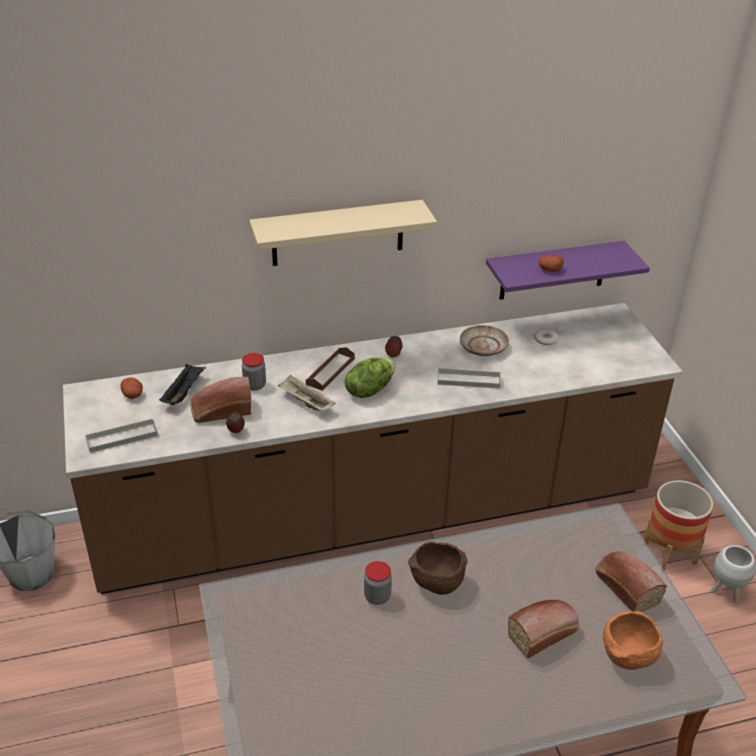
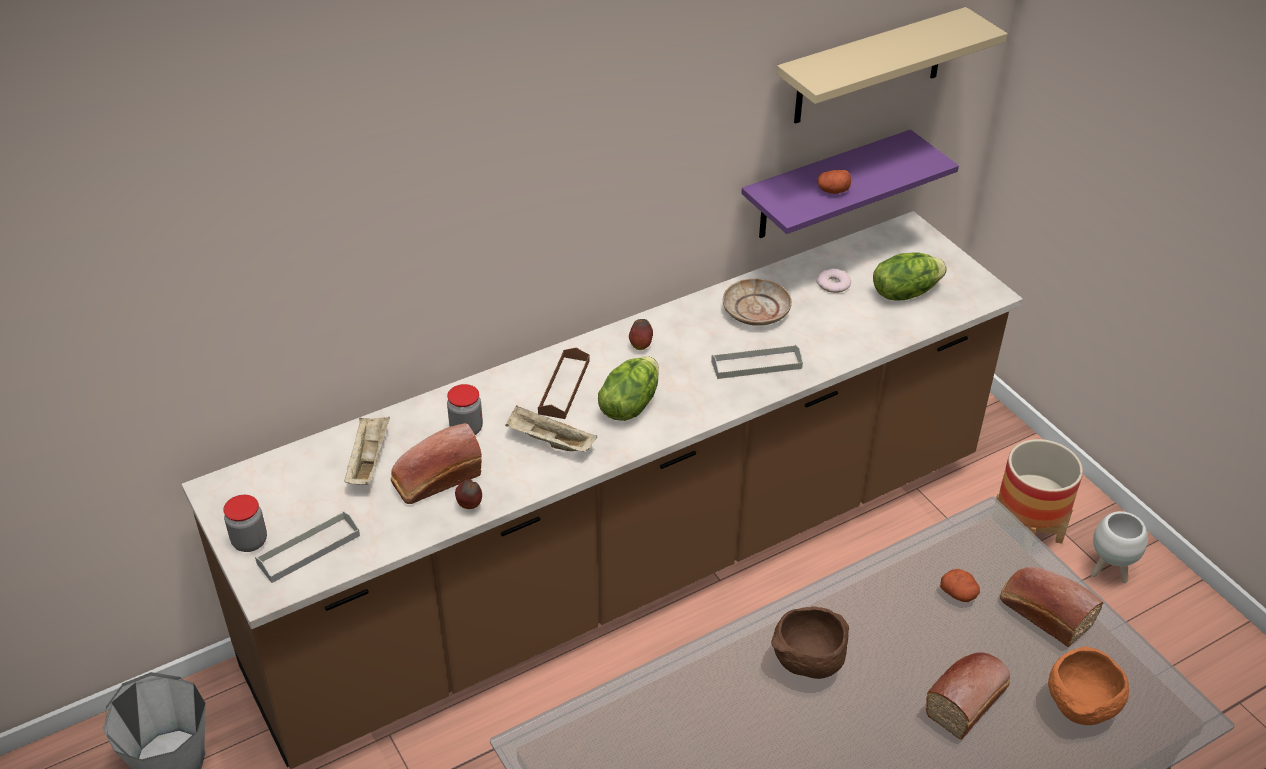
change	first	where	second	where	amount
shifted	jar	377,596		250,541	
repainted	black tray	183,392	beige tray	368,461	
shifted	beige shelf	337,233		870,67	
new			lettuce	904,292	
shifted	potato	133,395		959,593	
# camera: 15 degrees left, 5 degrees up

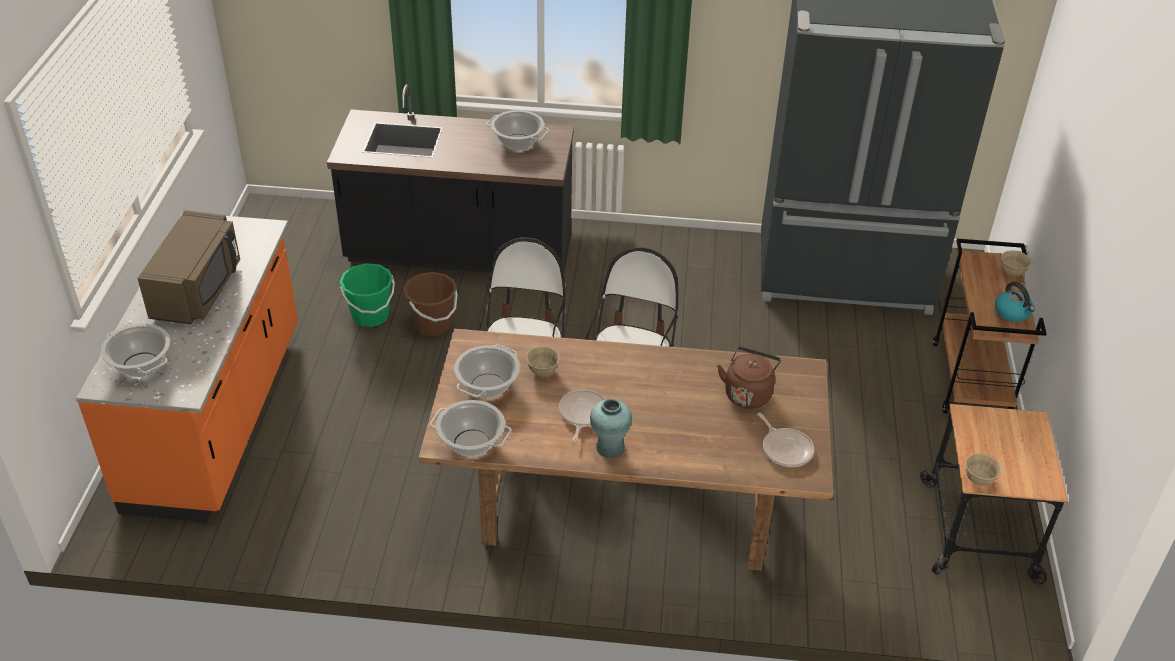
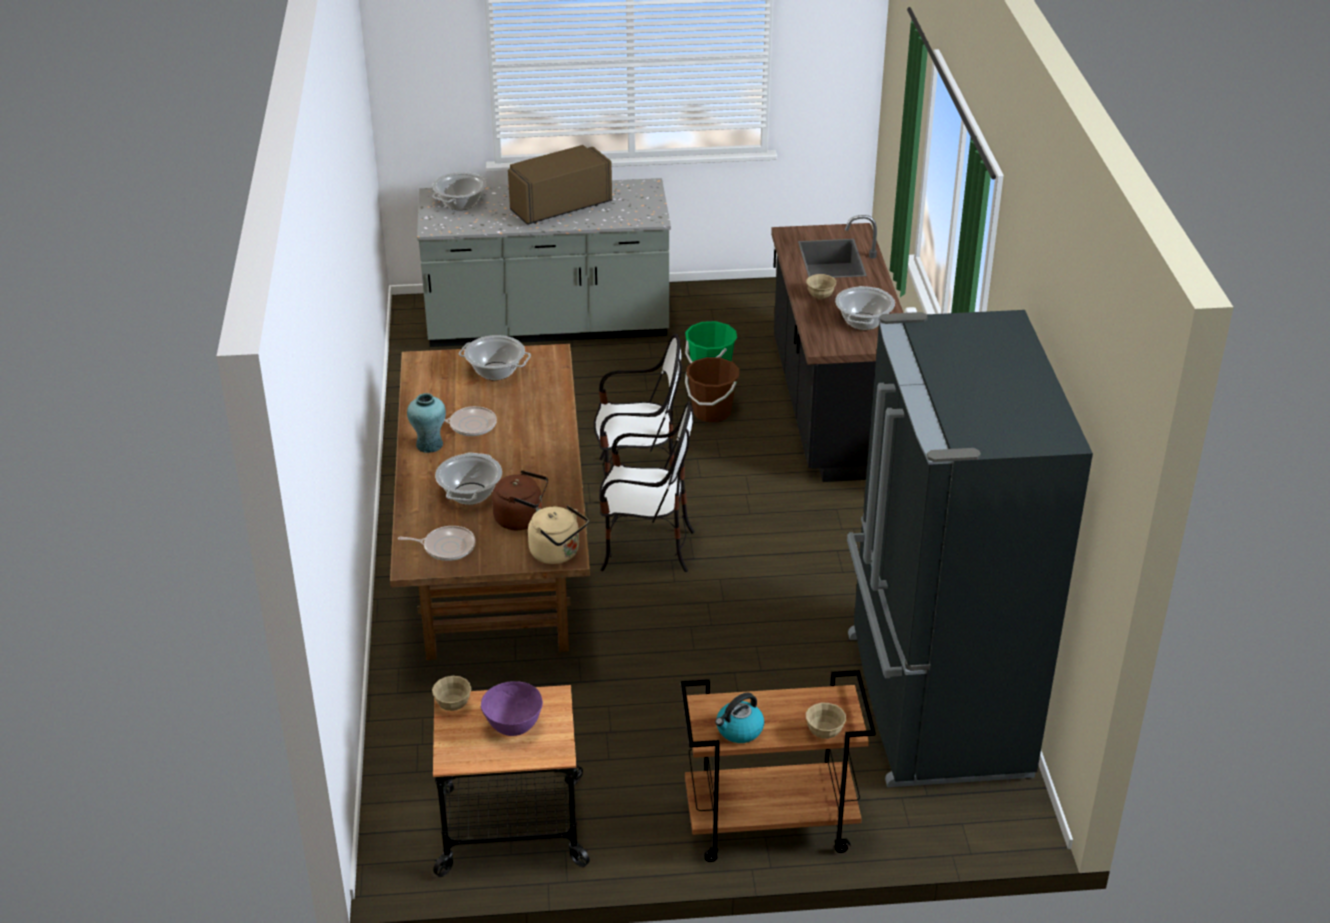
change	first	where	second	where	amount
rotated	frying pan	785,449		446,547	135 degrees counterclockwise
repainted	orange counter	218,417	grey counter	548,326	
shifted	cooking pot	471,443		470,494	
new			purple bowl	513,726	
rotated	brown microwave	198,289		558,206	150 degrees clockwise
new			beige kettle	558,553	
shifted	beige bowl	542,371		820,296	
# camera: 80 degrees right, 5 degrees down

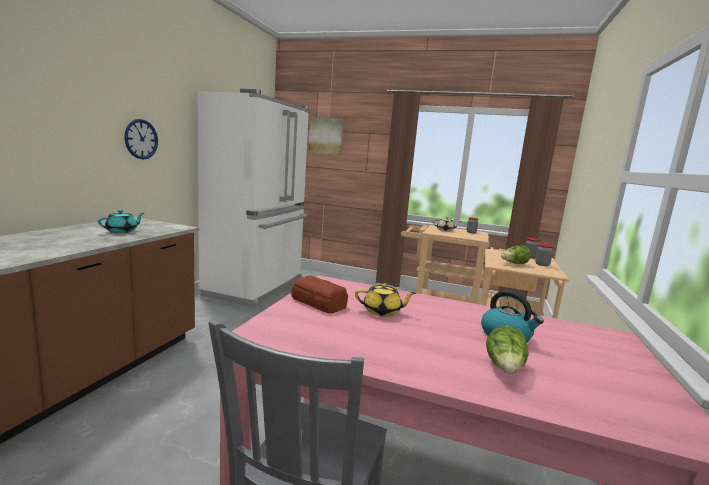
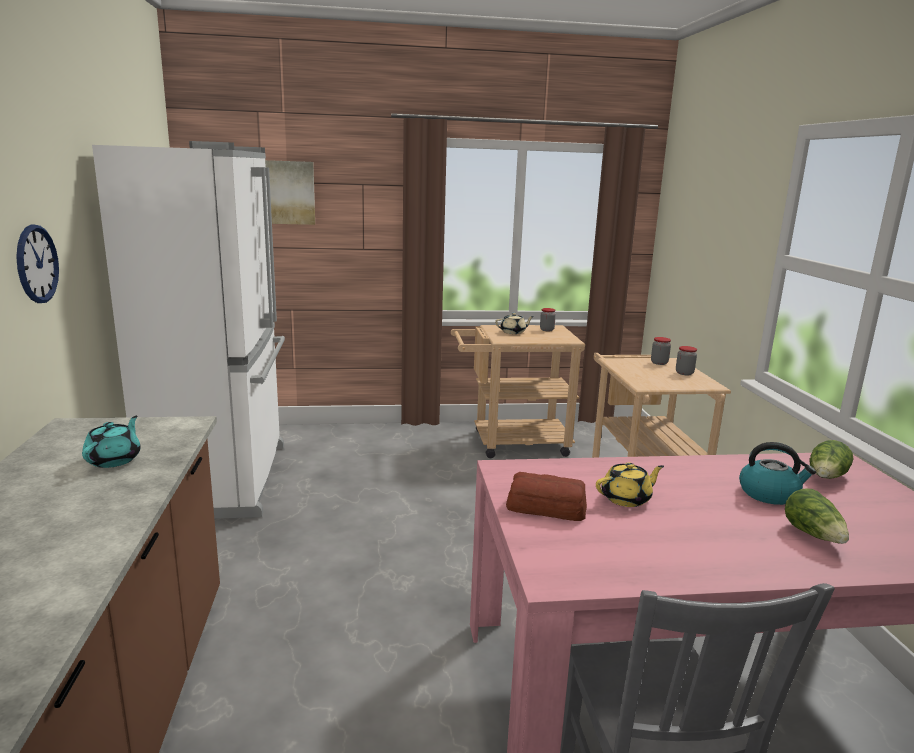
change	first	where	second	where	amount
shifted	lettuce	514,264		826,477	
# camera: 25 degrees left, 5 degrees up

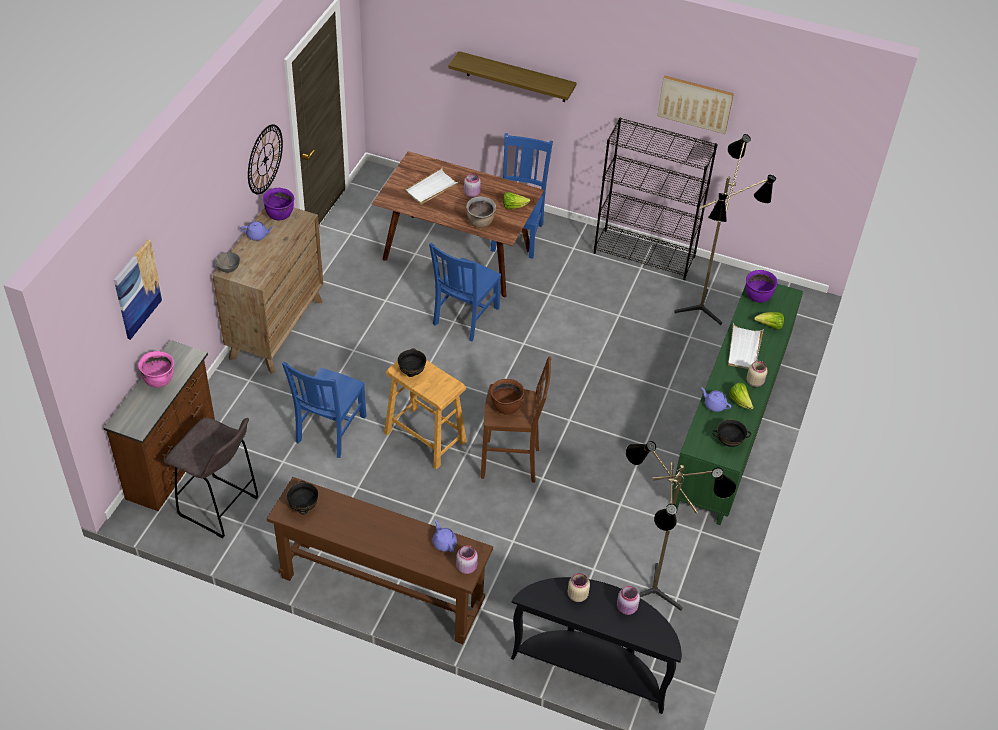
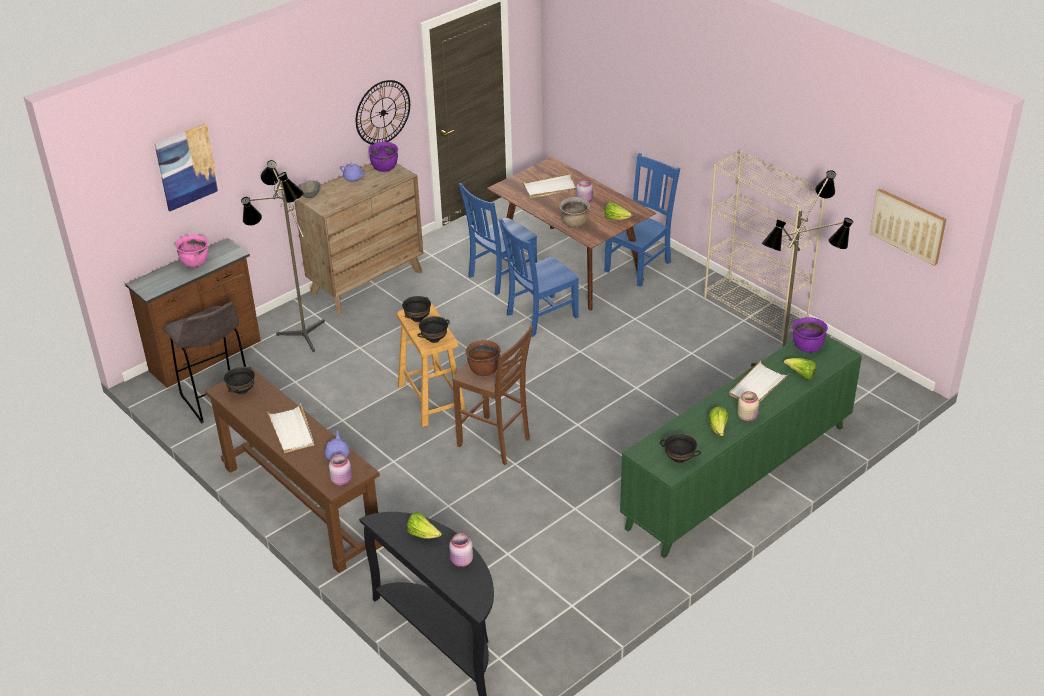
change	first	where	second	where	amount
shifted	floor lamp	651,597		299,338	
new			white tray	292,431	
swapped	beige jar	577,595	lettuce	423,534	
new			black bowl	434,339	
shifted	blue chair	329,431		500,276	
repainted	black bookcase	645,255	beige bookcase	756,310	
shifted	picture	695,103		908,225	
gone	shelf	516,77			
gone	purple teapot	714,405			
# camera: 30 degrees right, 10 degrees down

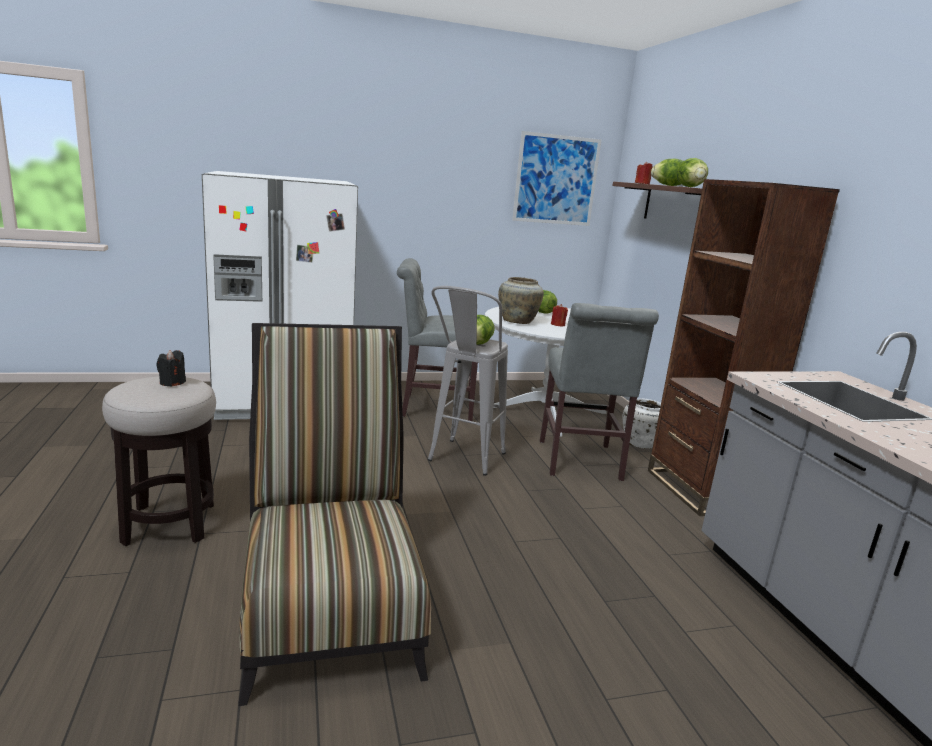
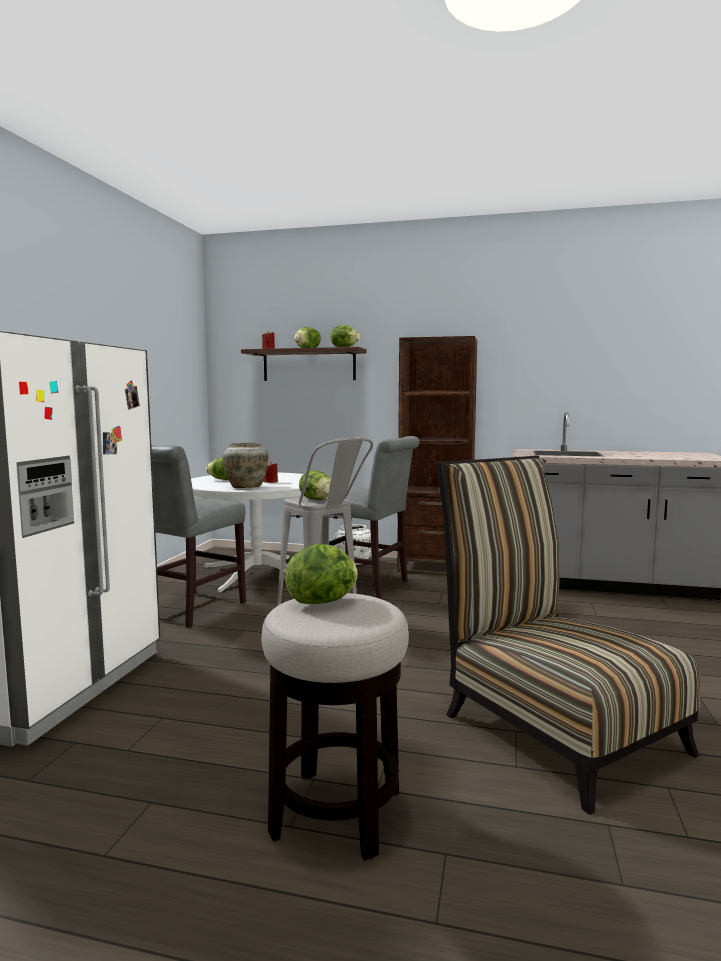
change	first	where	second	where	amount
swapped	black candle	172,382	lettuce	323,601	
rotated	chair	330,608		552,726	45 degrees clockwise
gone	picture	556,180			
# camera: 60 degrees left, 10 degrees down

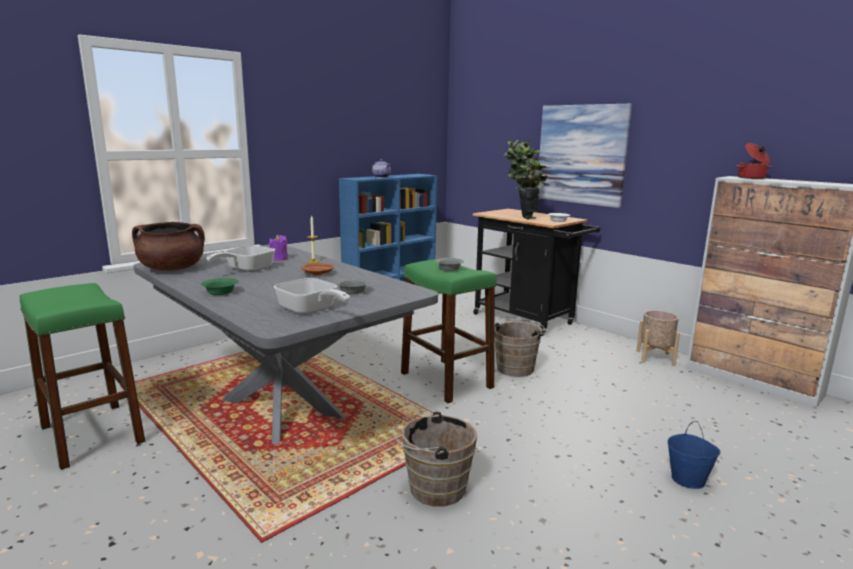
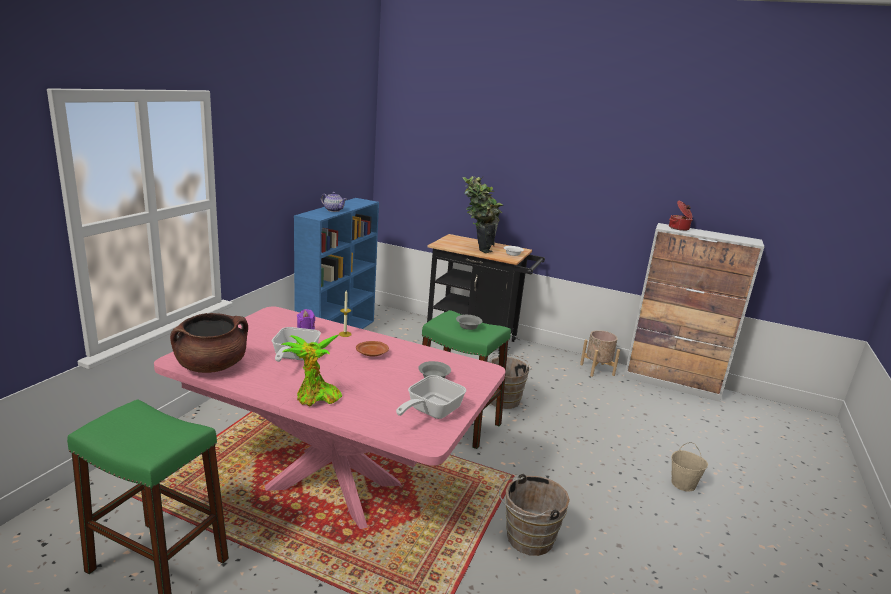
change	first	where	second	where	amount
repainted	grey dining table	281,408	pink dining table	333,486	
swapped	green bowl	220,292	potted plant	315,398	
rotated	frying pan	310,311		430,411	105 degrees clockwise
repainted	blue bucket	688,479	beige bucket	683,484	
gone	picture	581,154			
# camera: 25 degrees left, 5 degrees up

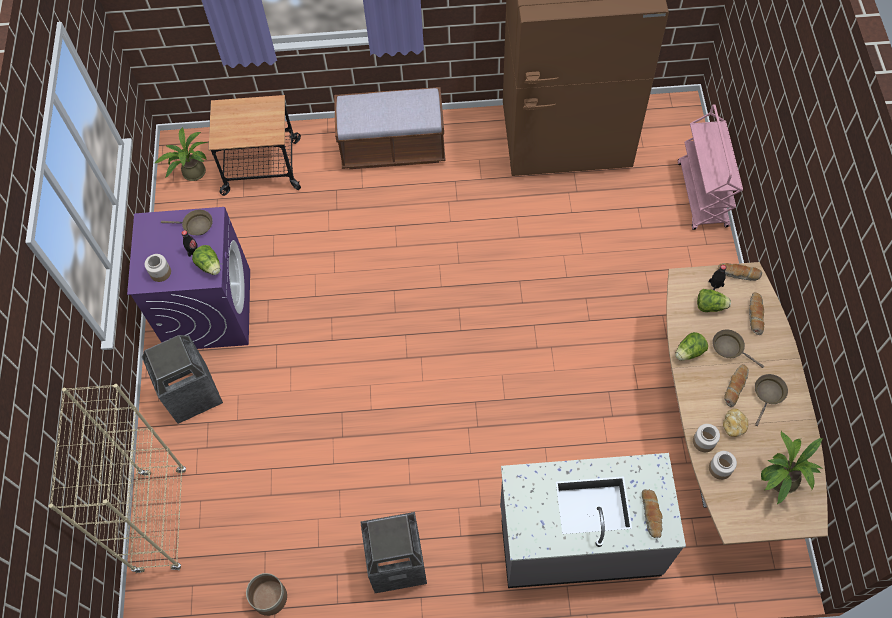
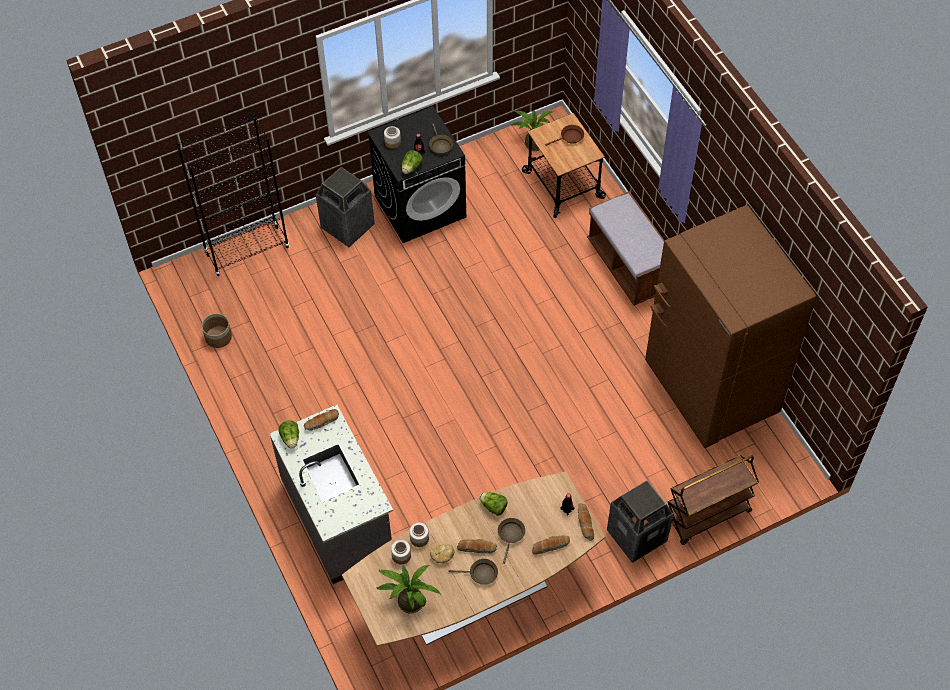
change	first	where	second	where	amount
repainted	beige bookcase	161,520	black bookcase	247,250	
shifted	lettuce	710,306		291,438	
shifted	bread	651,514		322,422	
repainted	purple washing machine	209,309	black washing machine	420,206	
new			brown frying pan	570,137	
shifted	trash can	396,562		637,536	
repainted	pink cart	702,195	brown cart	707,516	
# camera: 65 degrees right, 5 degrees down

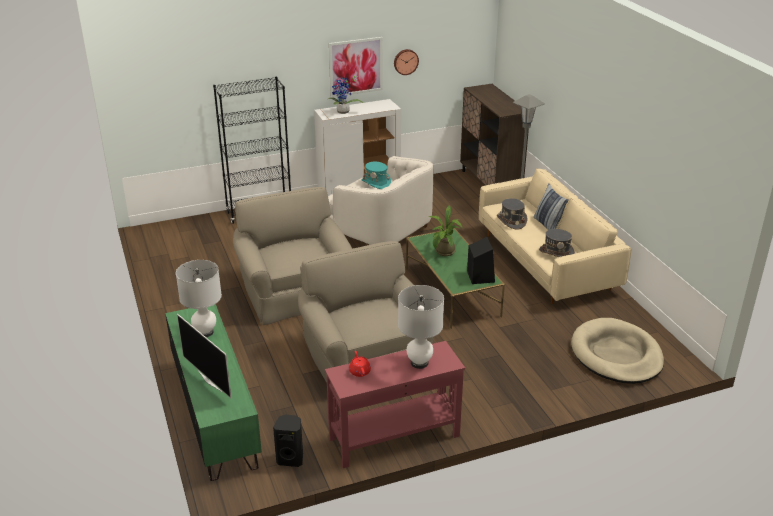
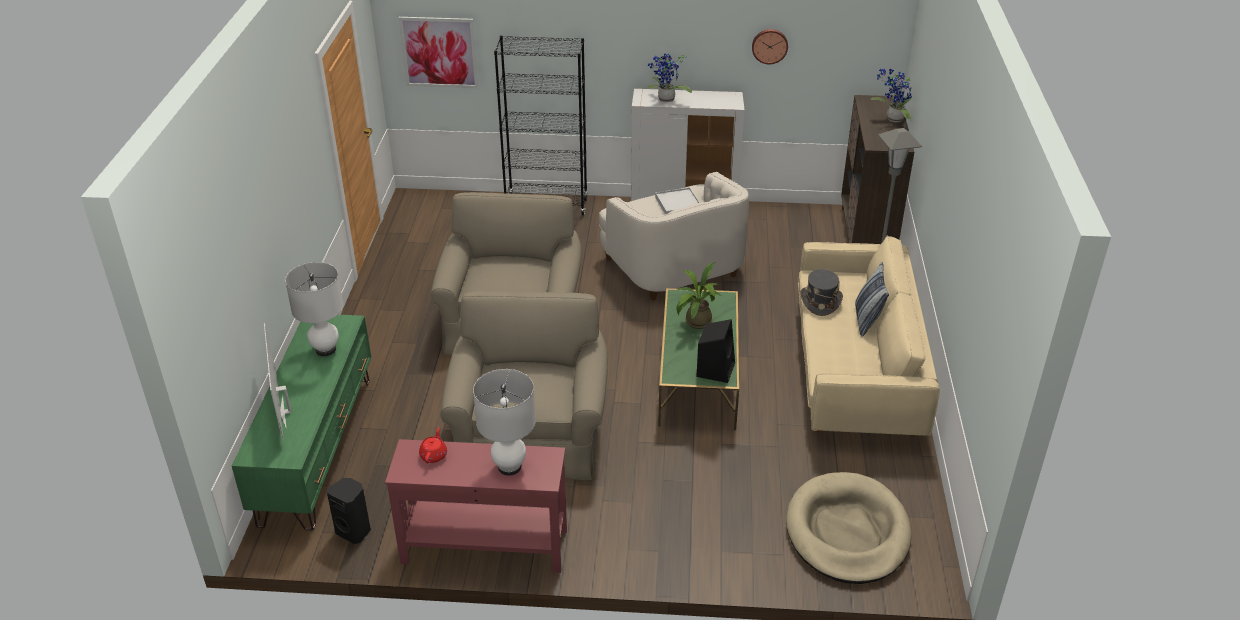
change	first	where	second	where	amount
shifted	picture	356,66		439,52	
swapped	turquoise hat	376,183	white tray	678,204	
new			potted plant	892,119	
gone	grey hat	556,252			
# camera: 25 degrees right, 5 degrees up

